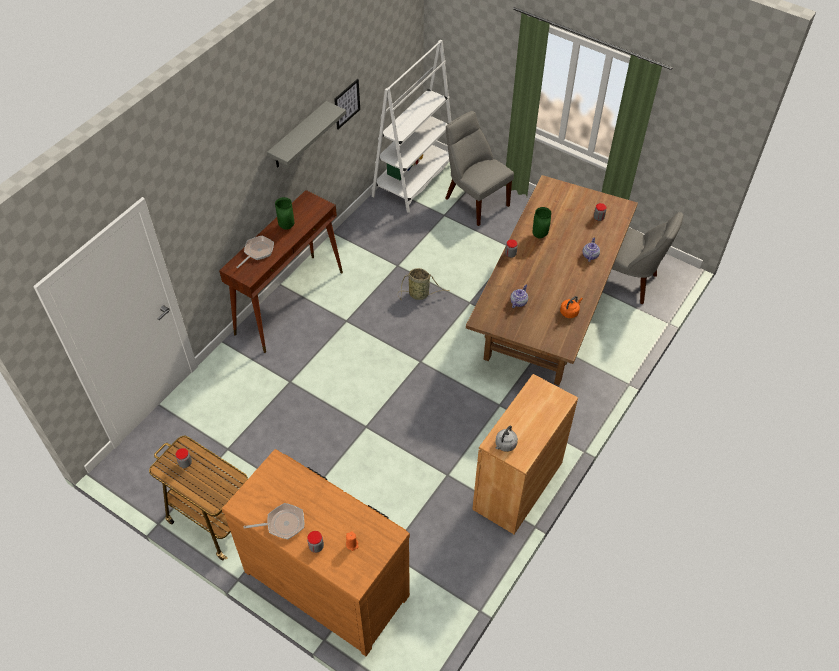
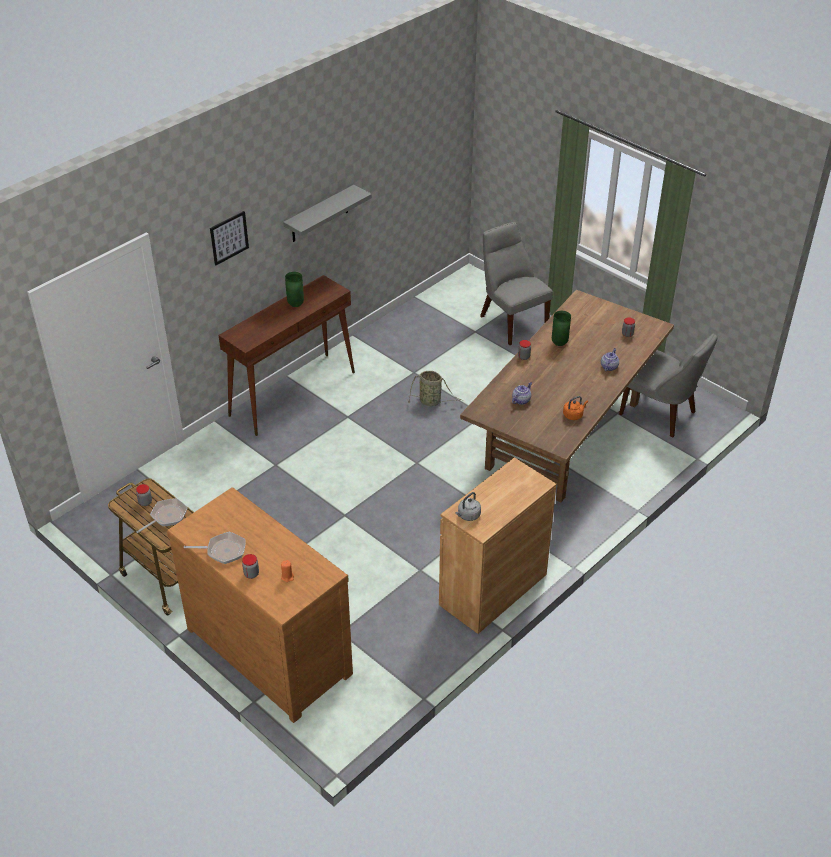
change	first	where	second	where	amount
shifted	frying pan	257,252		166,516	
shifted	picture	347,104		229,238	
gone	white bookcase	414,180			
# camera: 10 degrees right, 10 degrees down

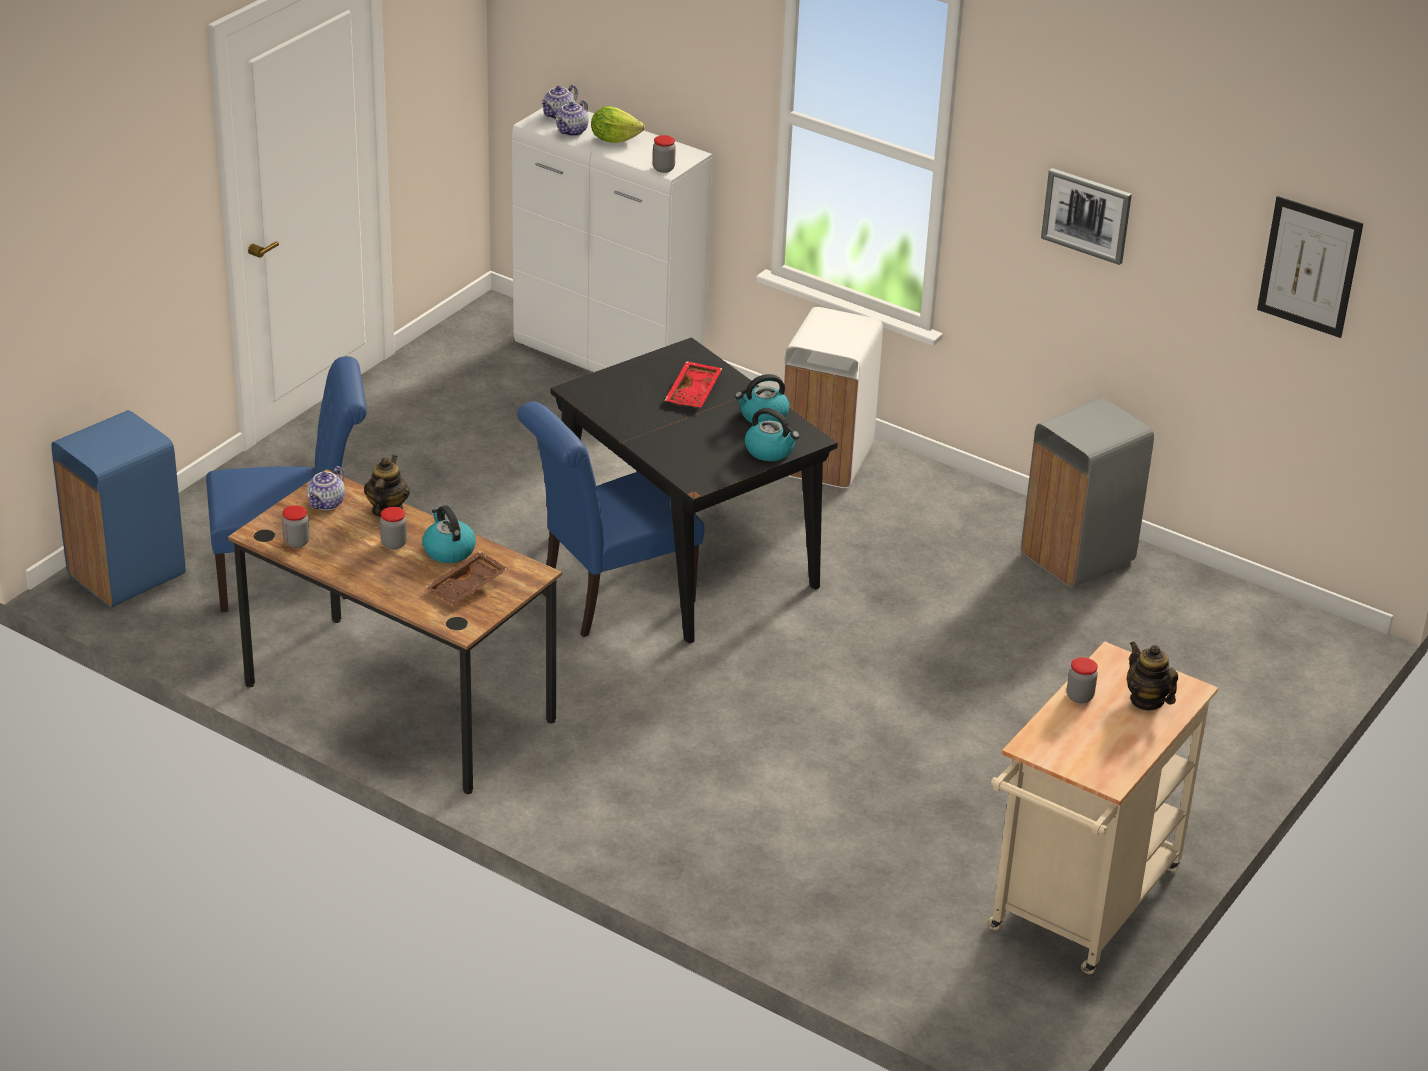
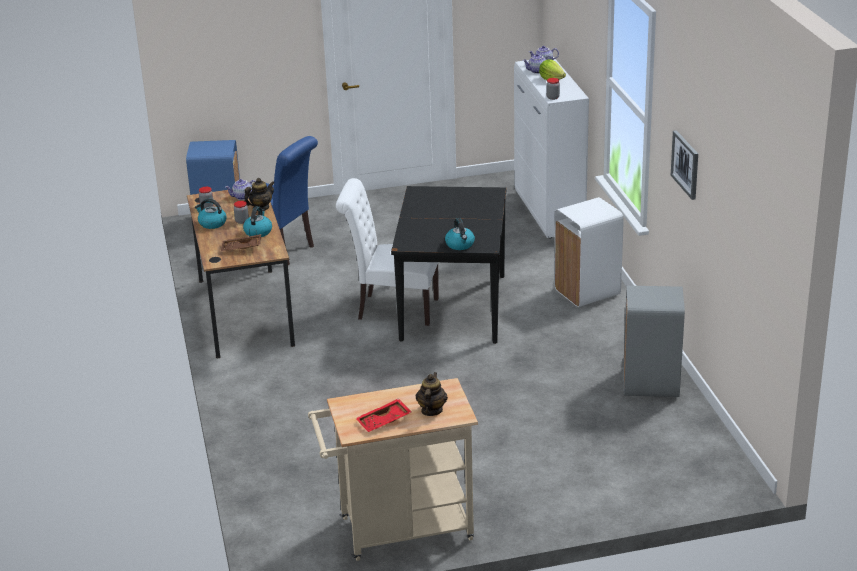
change	first	where	second	where	amount
shifted	kettle	763,416		212,223	
repainted	blue chair	608,599	white chair	392,309	
shifted	red tray	694,393		384,421	
gone	jar	1079,696			
gone	picture	1309,266			
# camera: 45 degrees right, 5 degrees down

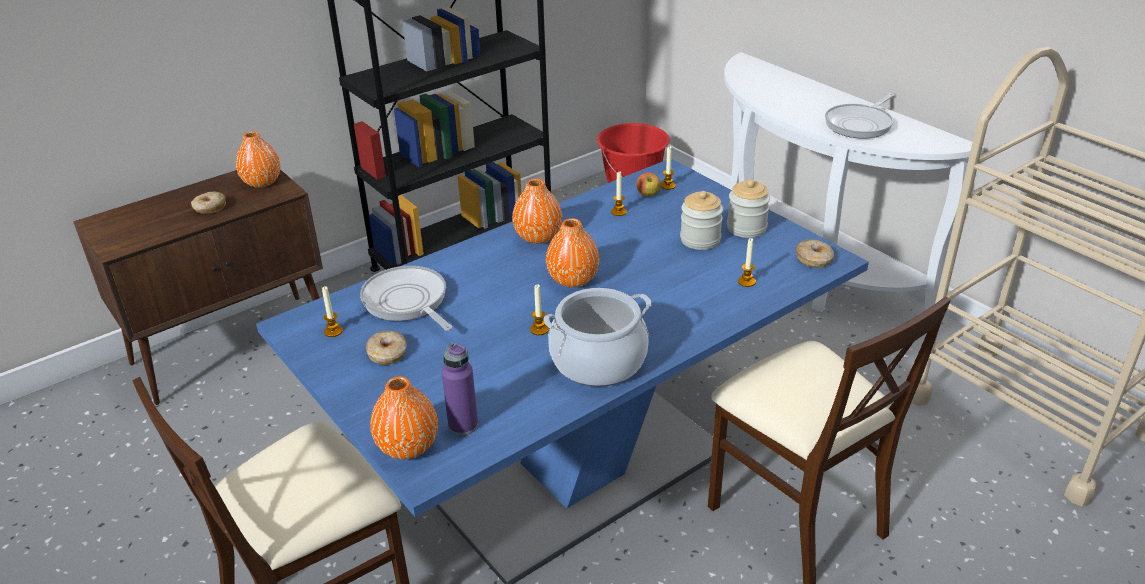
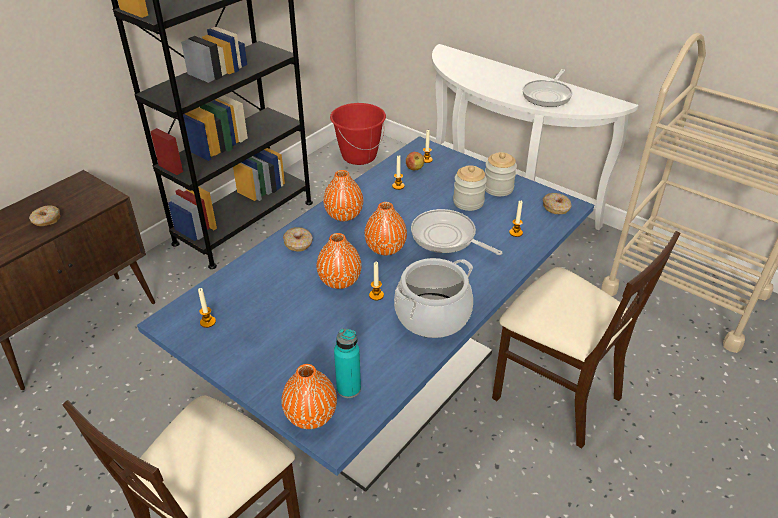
change	first	where	second	where	amount
shifted	donut	388,354		298,243	
shifted	orange vase	262,182		339,281	
repainted	purple bottle	463,425	turquoise bottle	348,389	
shifted	frying pan	407,302		446,237	
# camera: 15 degrees left, 5 degrees up

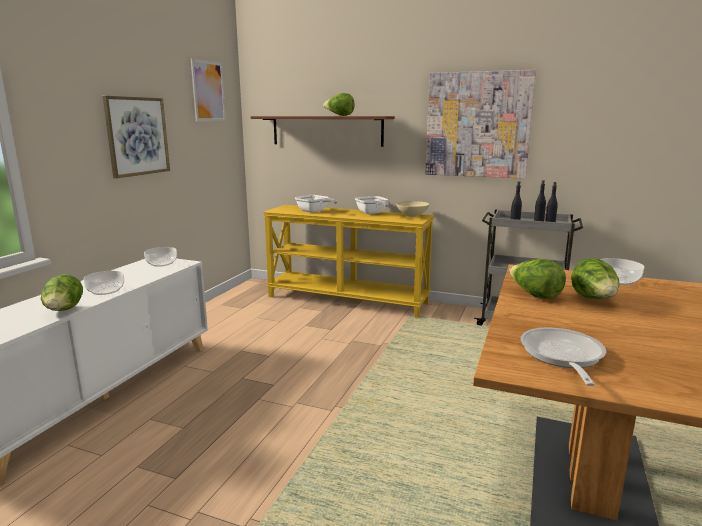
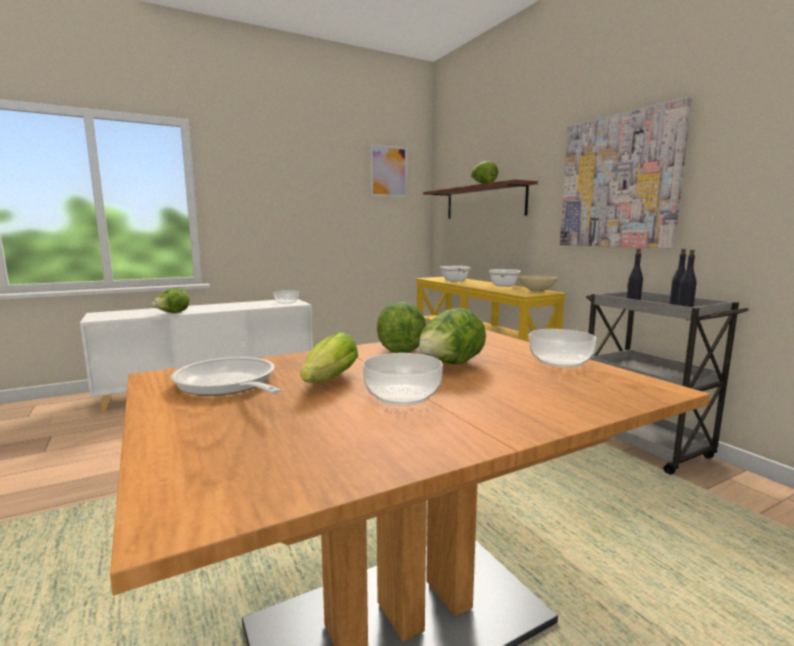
change	first	where	second	where	amount
rotated	frying pan	562,356		228,385	90 degrees counterclockwise
new			lettuce	327,382	
shifted	bowl	105,290		402,395	
gone	picture	137,136			
# camera: 40 degrees right, 5 degrees down

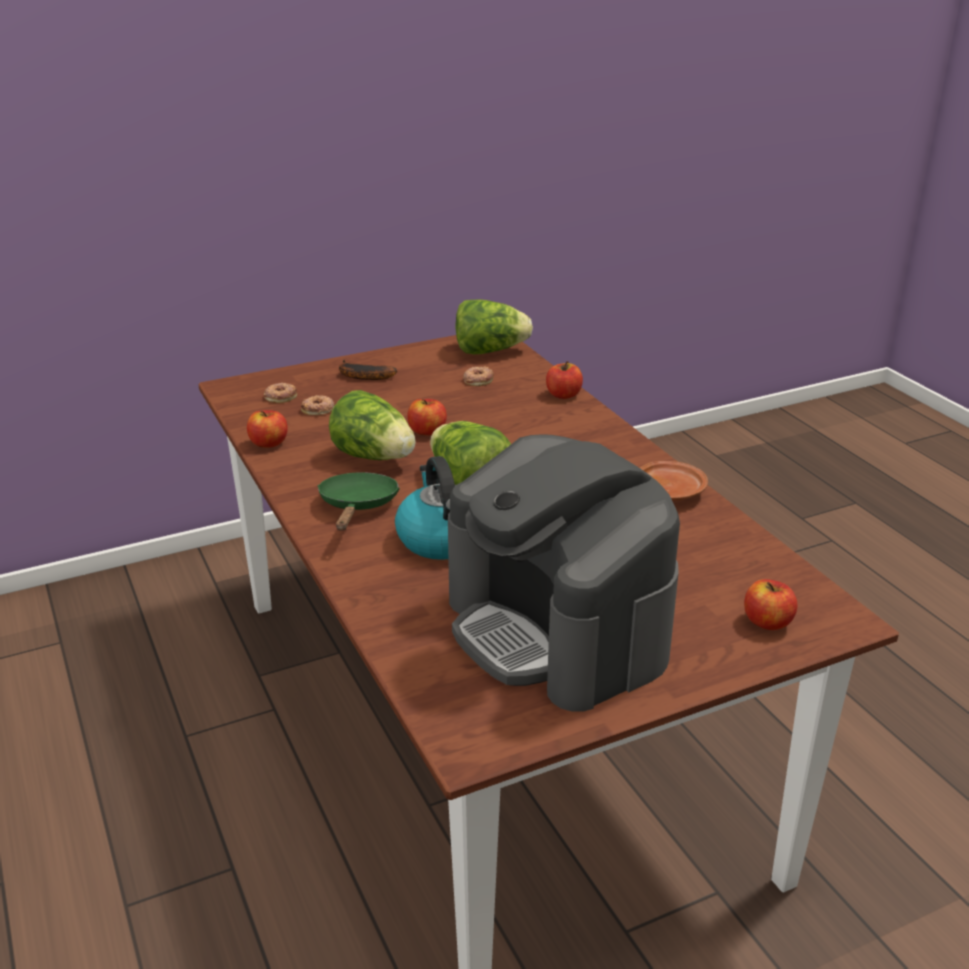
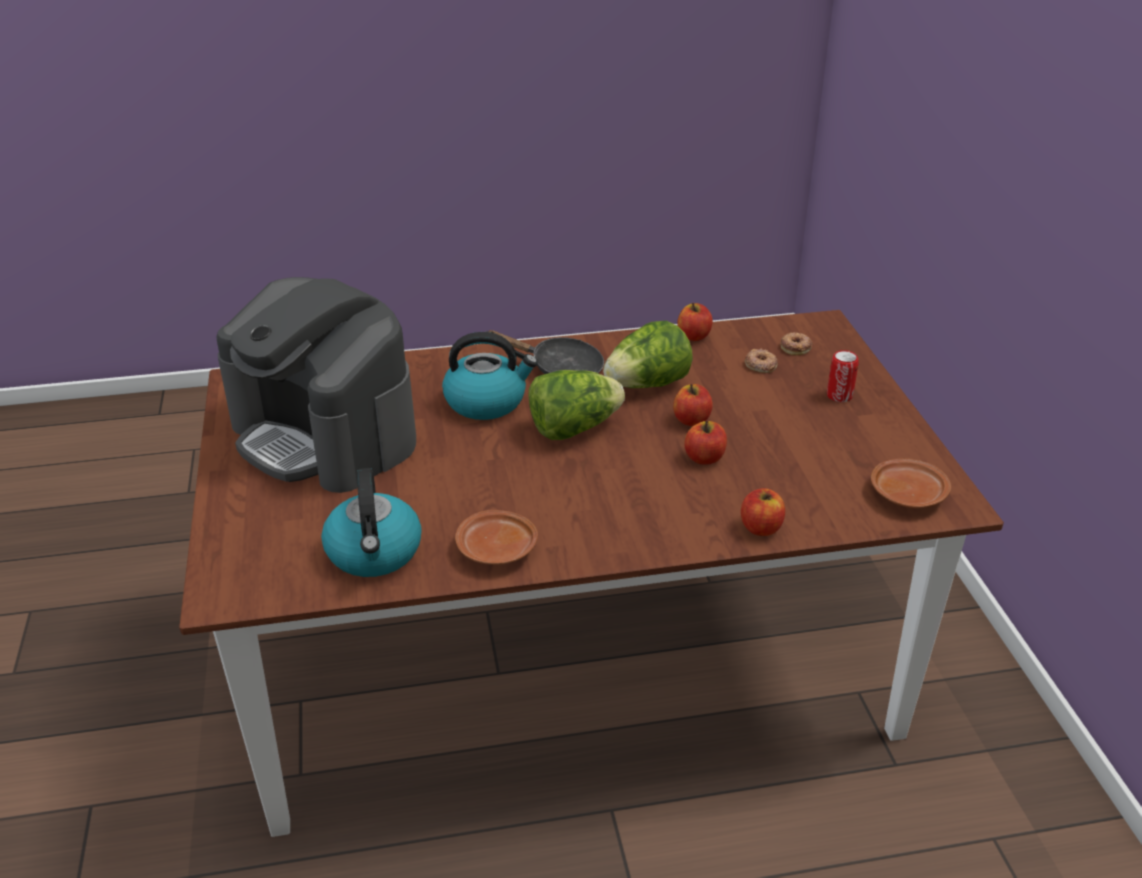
change	first	where	second	where	amount
rotated	coffee machine	558,630		325,435	120 degrees counterclockwise
new			kettle	374,553	
repainted	green frying pan	358,506	black frying pan	559,368	
shifted	apple	767,622		704,458	
swapped	banana	361,376	can	839,396	
swapped	lettuce	490,351	brown plate	908,494	
gone	donut	478,380			
# camera: 105 degrees right, 5 degrees up

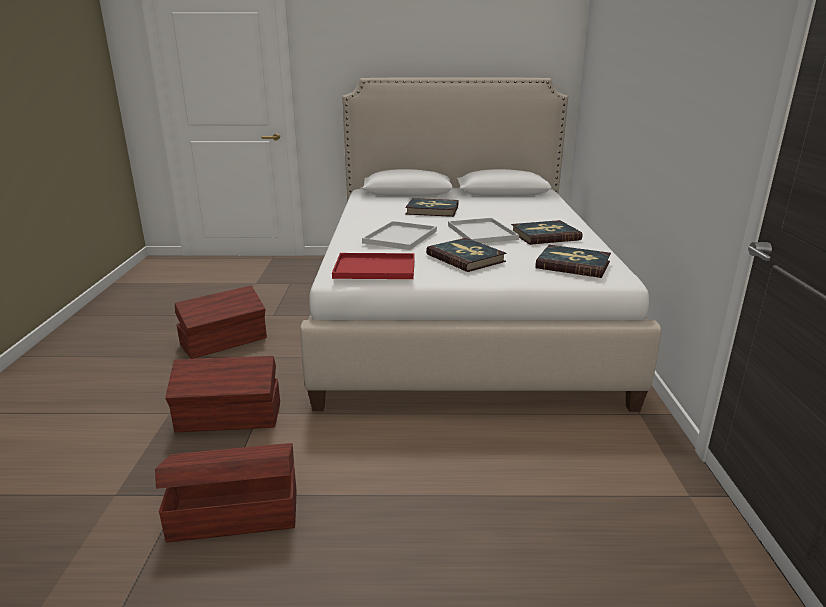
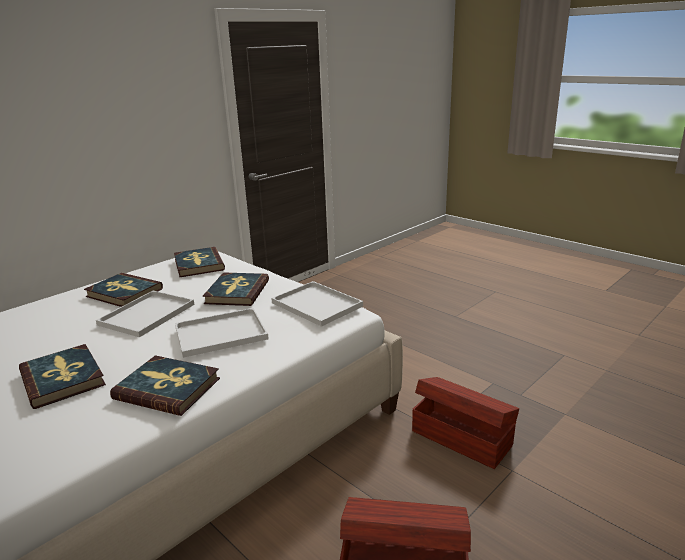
change	first	where	second	where	amount
new			book	168,388	
repainted	red tray	376,268	white tray	315,304	
gone	brown storage box	233,513			
# camera: 135 degrees left, 0 degrees up

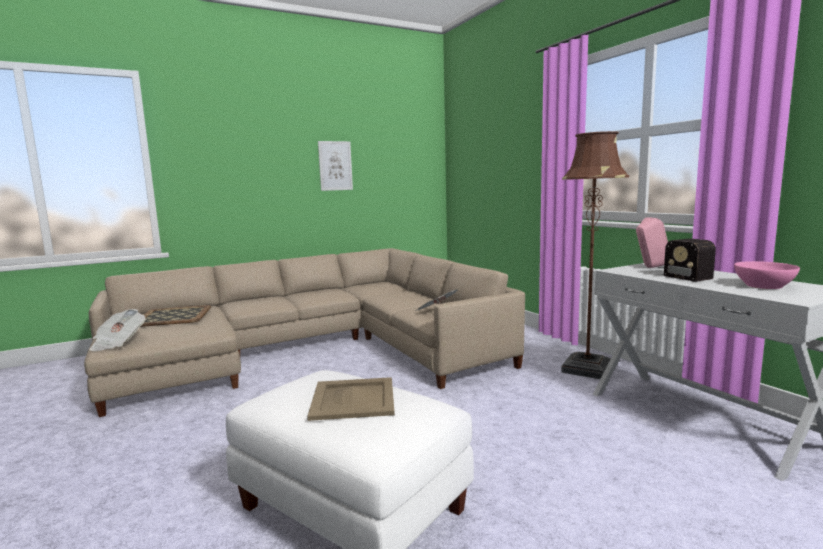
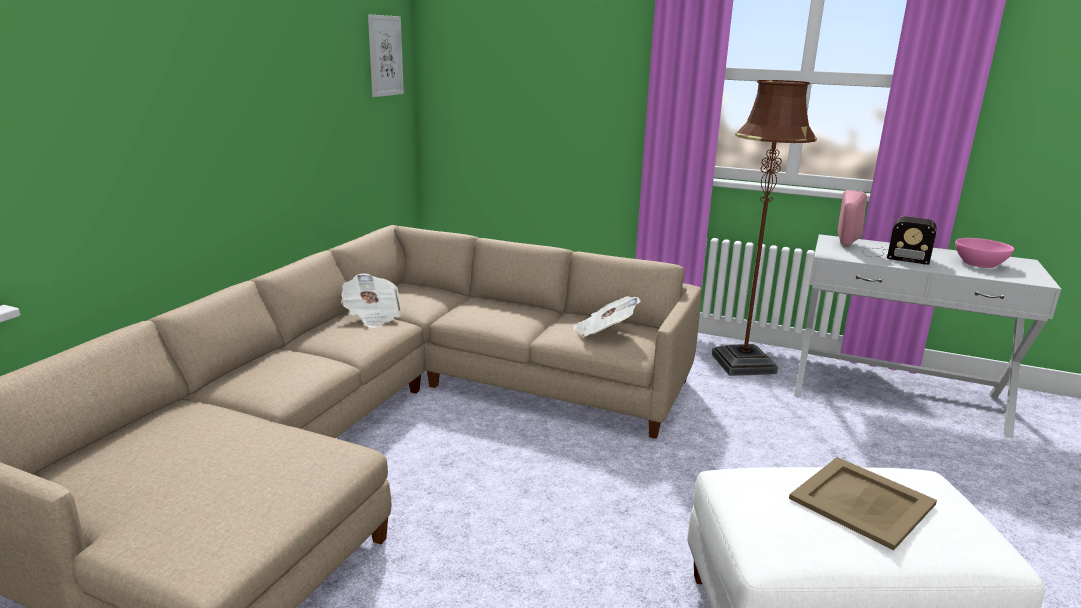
change	first	where	second	where	amount
shifted	newspaper	118,343		372,316	
shifted	picture	335,166		385,56	
gone	tray	173,316			
# camera: 40 degrees left, 10 degrees up

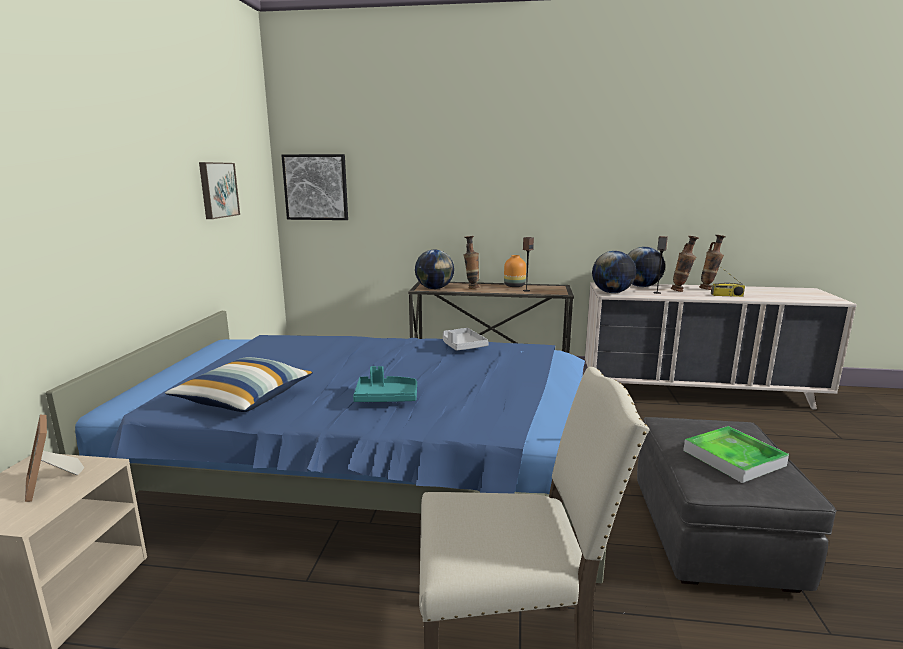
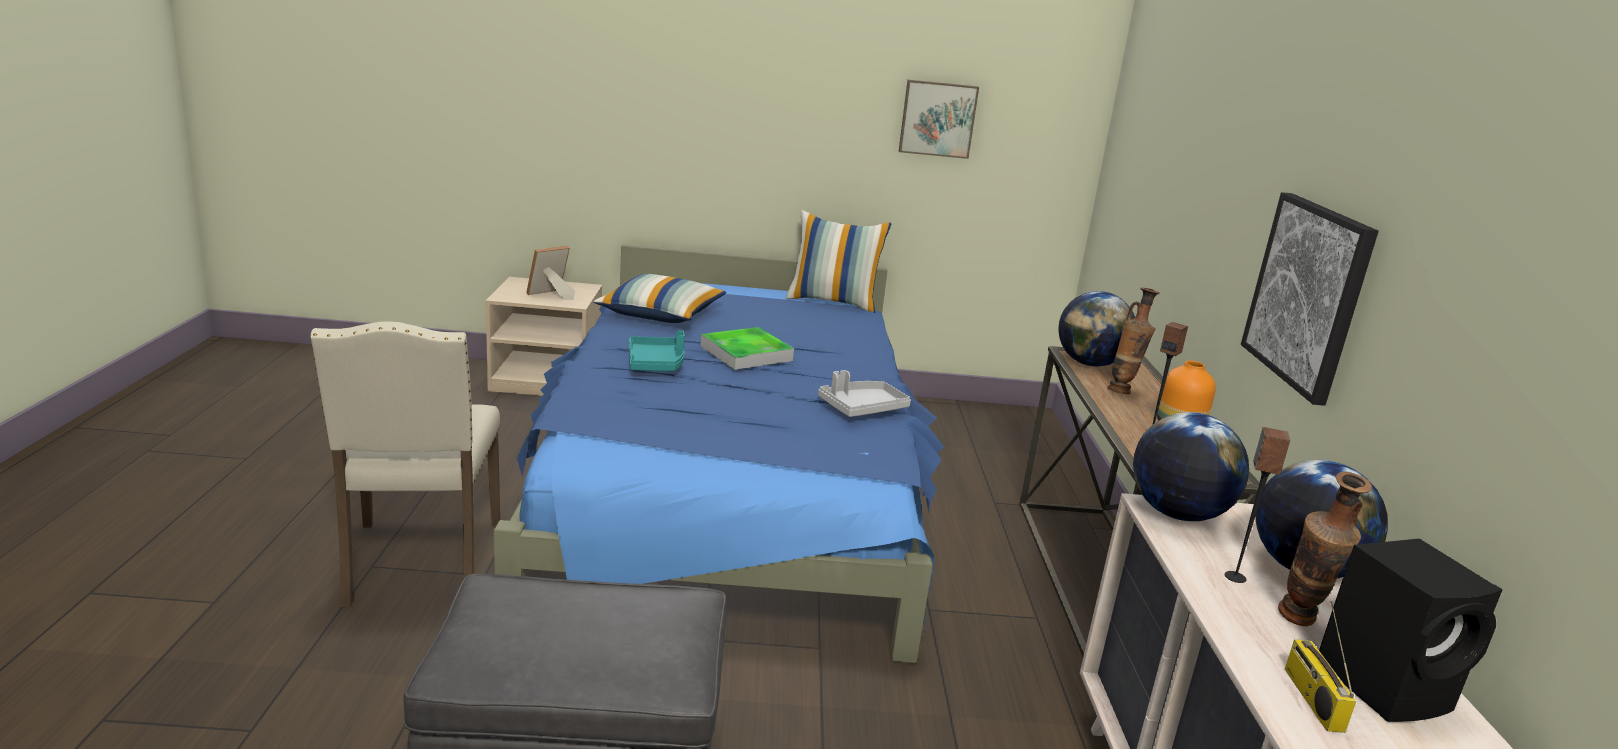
change	first	where	second	where	amount
shifted	tray	733,458		746,353	
new			pillow	833,302	
shifted	picture	316,187		1308,294	
swapped	vase	708,289	black speaker	1387,686	
# camera: 80 degrees right, 5 degrees up

